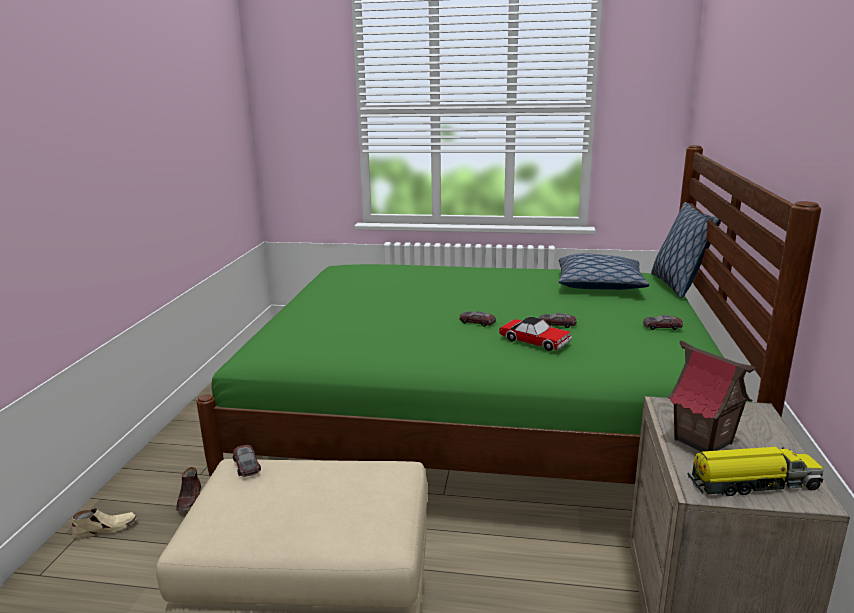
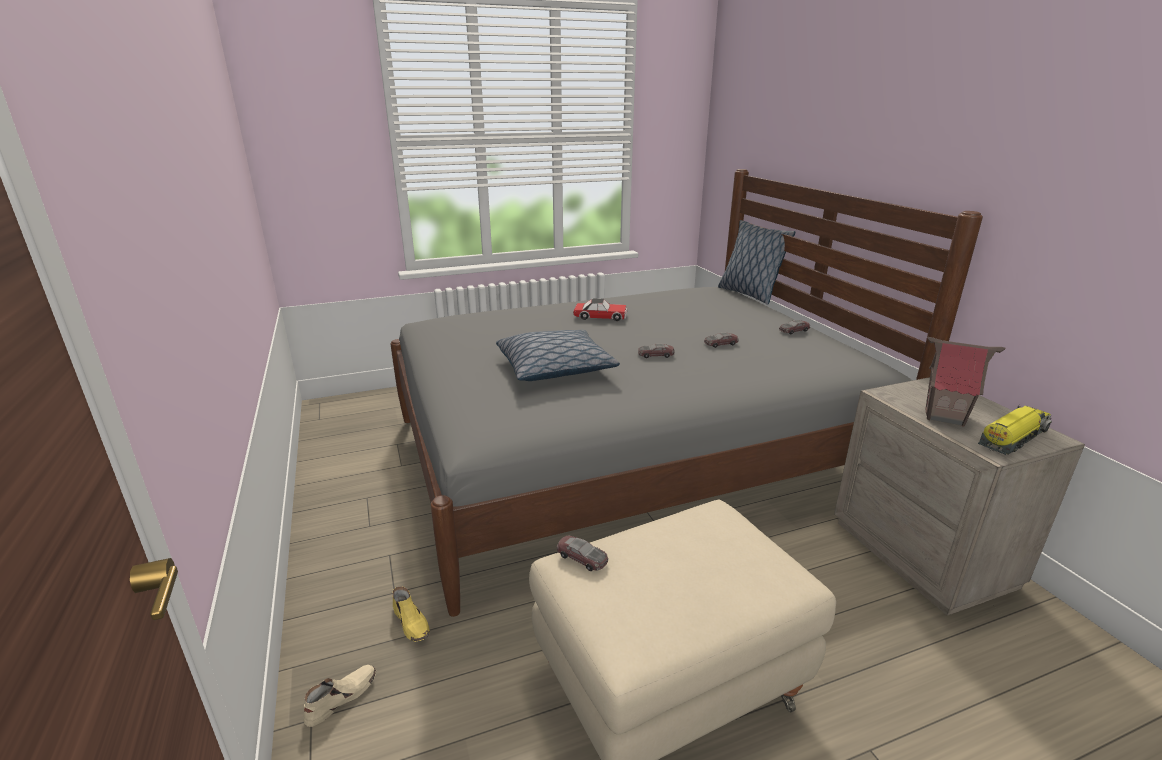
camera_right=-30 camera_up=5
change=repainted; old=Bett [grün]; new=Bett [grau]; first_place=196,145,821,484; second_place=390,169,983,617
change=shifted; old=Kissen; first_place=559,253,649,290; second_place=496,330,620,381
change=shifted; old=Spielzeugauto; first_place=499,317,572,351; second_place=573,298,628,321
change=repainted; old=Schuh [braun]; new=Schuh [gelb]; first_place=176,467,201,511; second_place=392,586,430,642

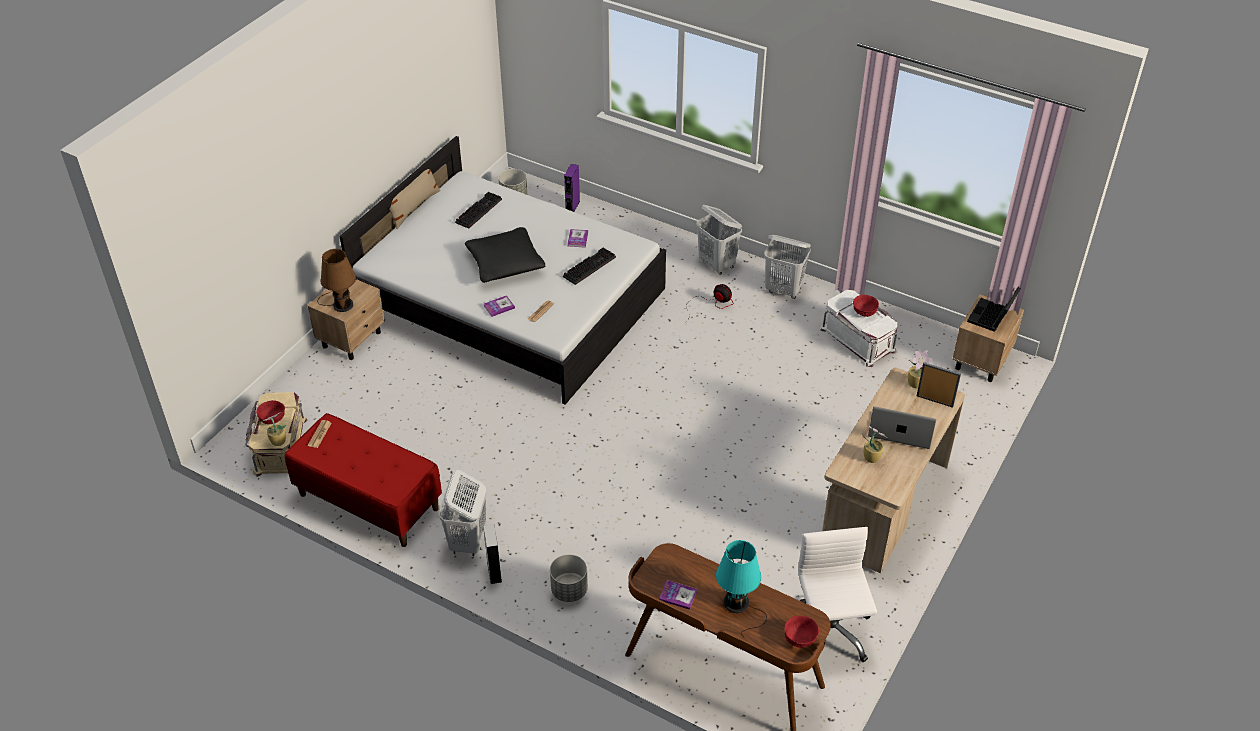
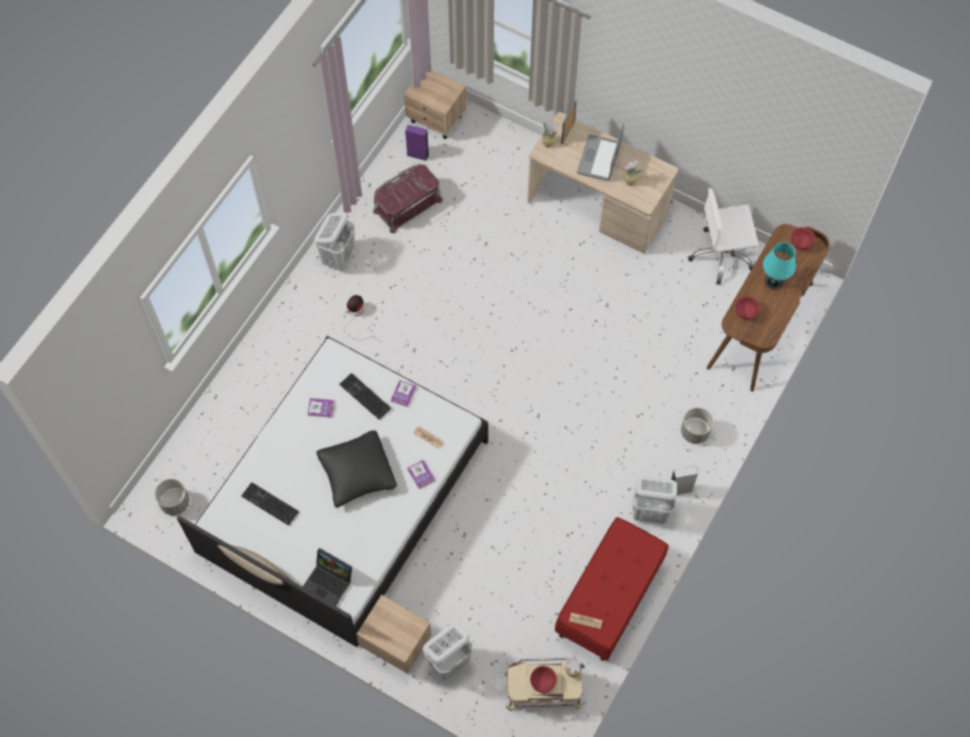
camera_right=-90 camera_up=20
change=shifted; old=Lautsprecher [lila]; first_place=564,164,580,212; second_place=405,125,429,161
change=shifted; old=Wäschekorb [weiß]; first_place=696,205,742,275; second_place=423,624,473,681
change=gone; old=Tischlampe [braun]; first_place=318,249,356,312
change=shifted; old=Laptop; first_place=967,287,1021,332; second_place=303,548,352,606
change=repainted; old=Aufbewahrungsbox [weiß]; new=Aufbewahrungsbox [rot]; first_place=820,290,897,367; second_place=373,164,443,233
change=shifted; old=Schüssel [rot]; first_place=853,295,879,317; second_place=735,296,760,320
change=shifted; old=Buch; first_place=659,580,697,610; second_place=391,380,416,407

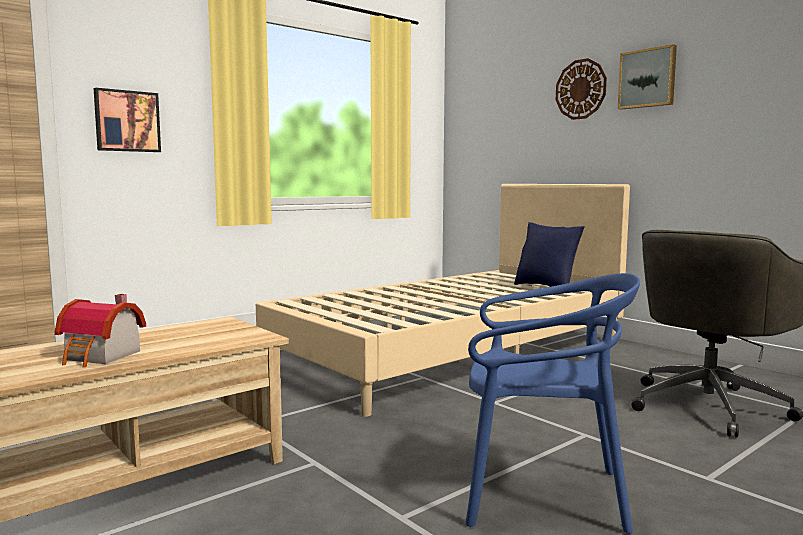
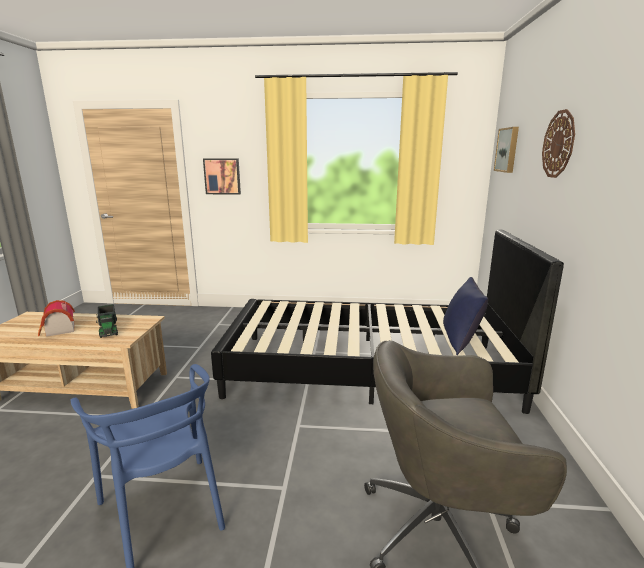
camera_right=45 camera_up=10
change=shifted; old=Bild; first_place=618,44,677,110; second_place=494,127,519,173
change=repainted; old=Bett [beige]; new=Bett [schwarz]; first_place=256,184,630,417; second_place=211,230,564,414
change=new; new=Spielzeuglaster; second_place=96,304,118,338

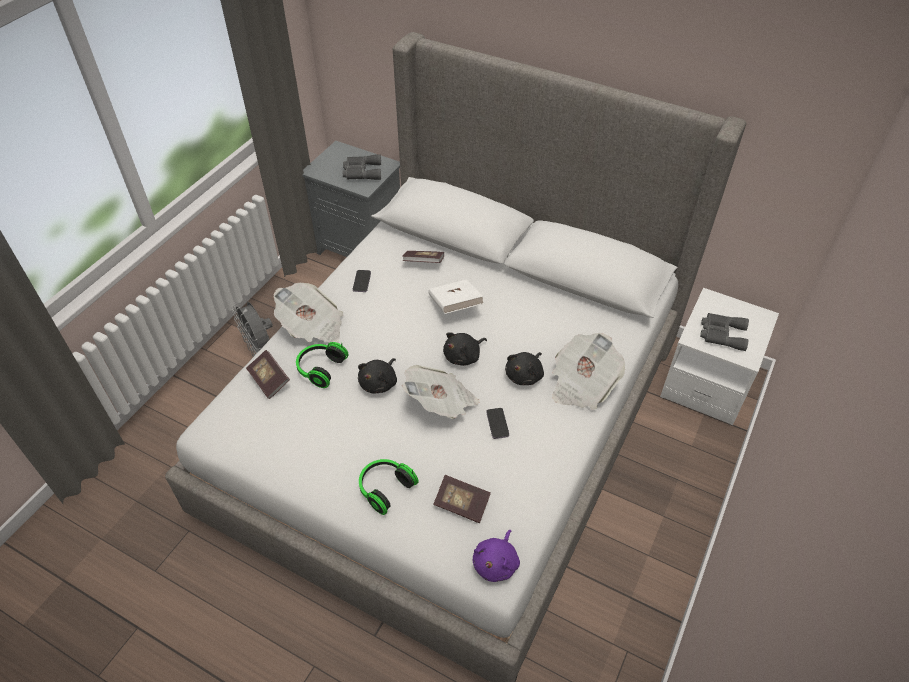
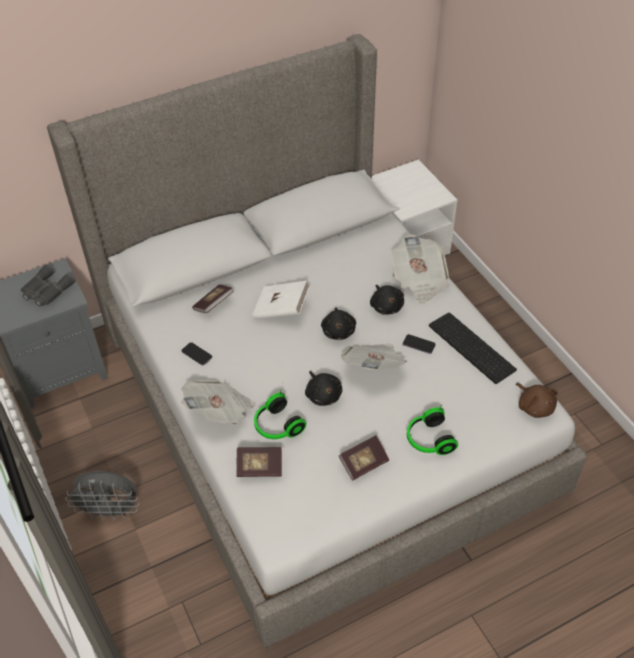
camera_right=-55 camera_up=0
change=gone; old=Fernglas [grau]; first_place=700,313,749,351
change=shifted; old=Buch; first_place=433,475,491,523; second_place=339,435,389,481
change=repainted; old=Plüschtier [lila]; new=Plüschtier [braun]; first_place=472,530,520,582; second_place=516,383,558,418
change=new; new=Tastatur; second_place=429,312,517,384

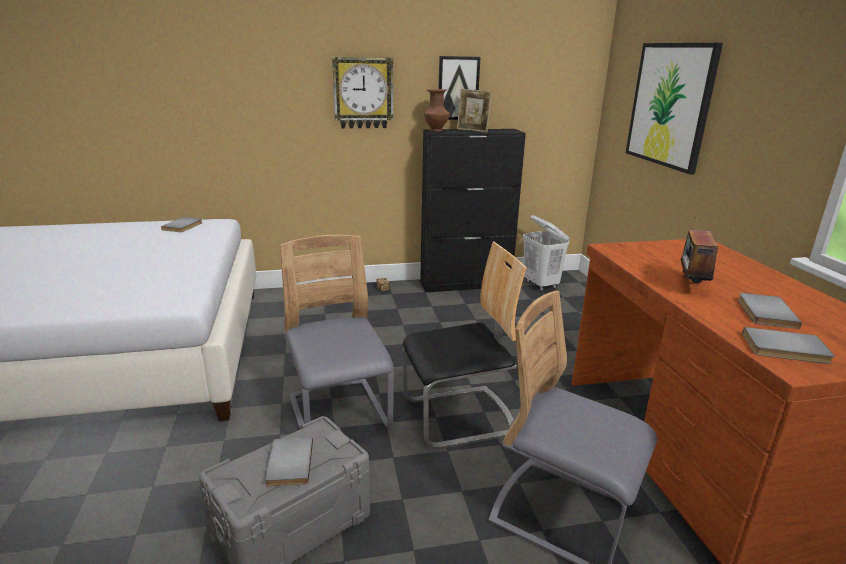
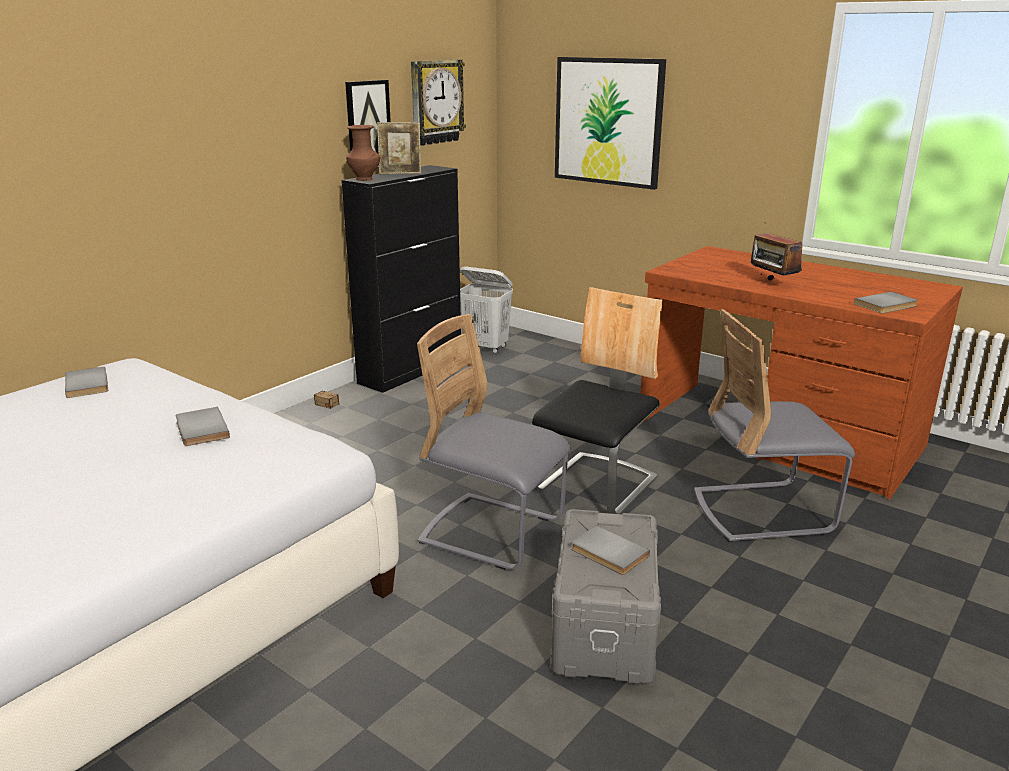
camera_right=-40 camera_up=0
change=shifted; old=Wanduhr; first_place=332,57,394,128; second_place=411,60,466,146
change=shifted; old=Buch [grau]; first_place=738,293,802,329; second_place=176,407,230,446

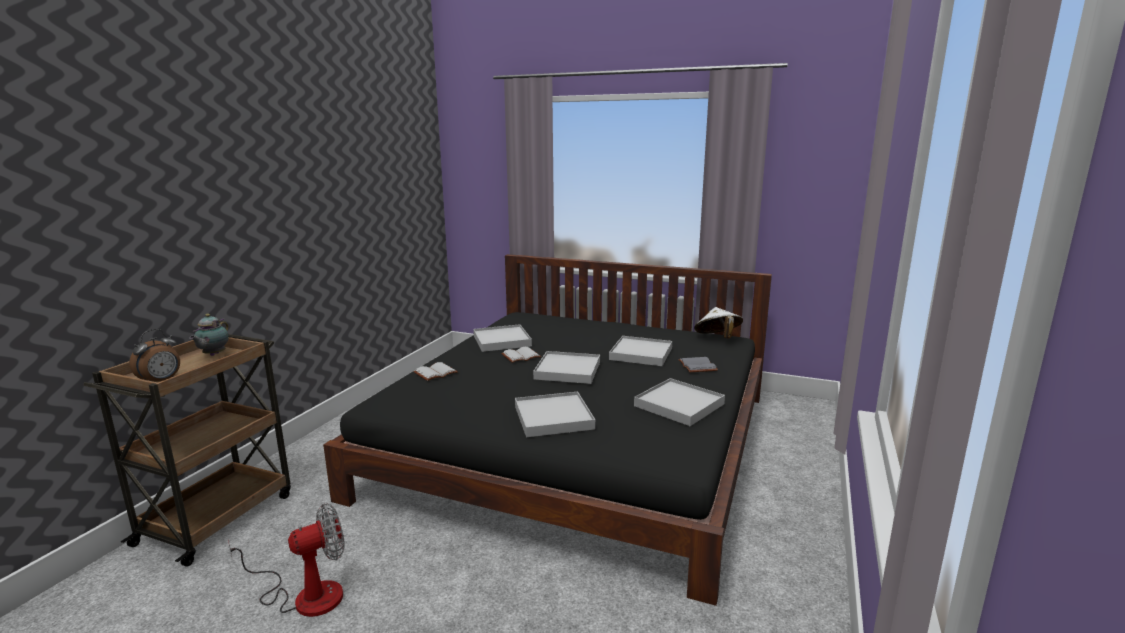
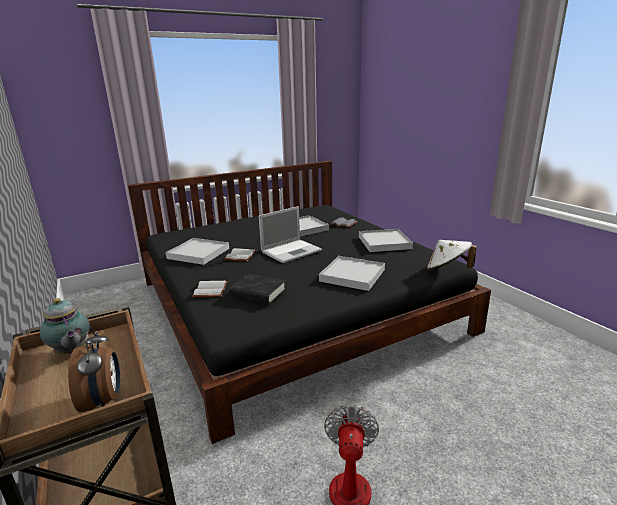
camera_right=-50 camera_up=5
change=shifted; old=Hut [weiß]; first_place=694,307,743,338; second_place=427,240,477,271
change=swapped; old=Tablett [weiß]; new=Laptop; first_place=533,351,600,384; second_place=259,206,322,263
change=new; new=Buch [schwarz]; second_place=230,274,286,304

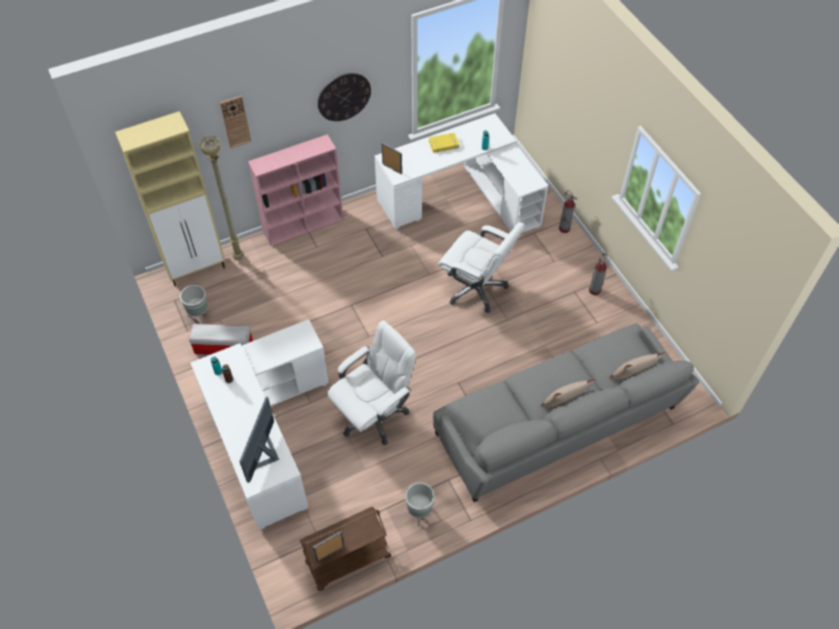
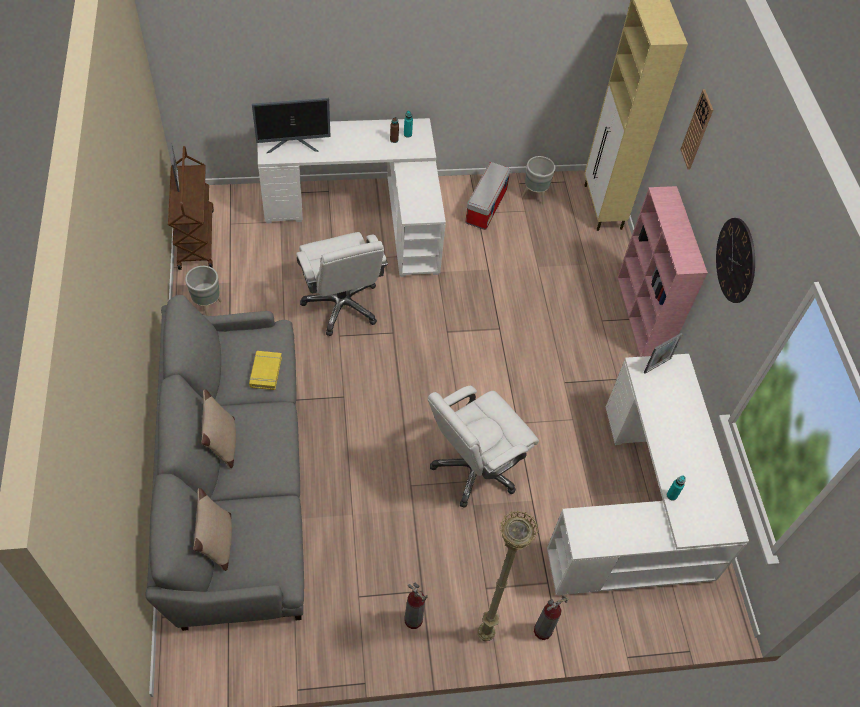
camera_right=105 camera_up=0
change=shifted; old=Buch [gelb]; first_place=429,133,459,153; second_place=249,351,282,390
change=shifted; old=Stehlampe [beige]; first_place=199,135,244,260; second_place=477,510,538,641
change=rotated; old=Monitor; first_place=239,397,279,483; second_place=252,98,330,153; degrees=135

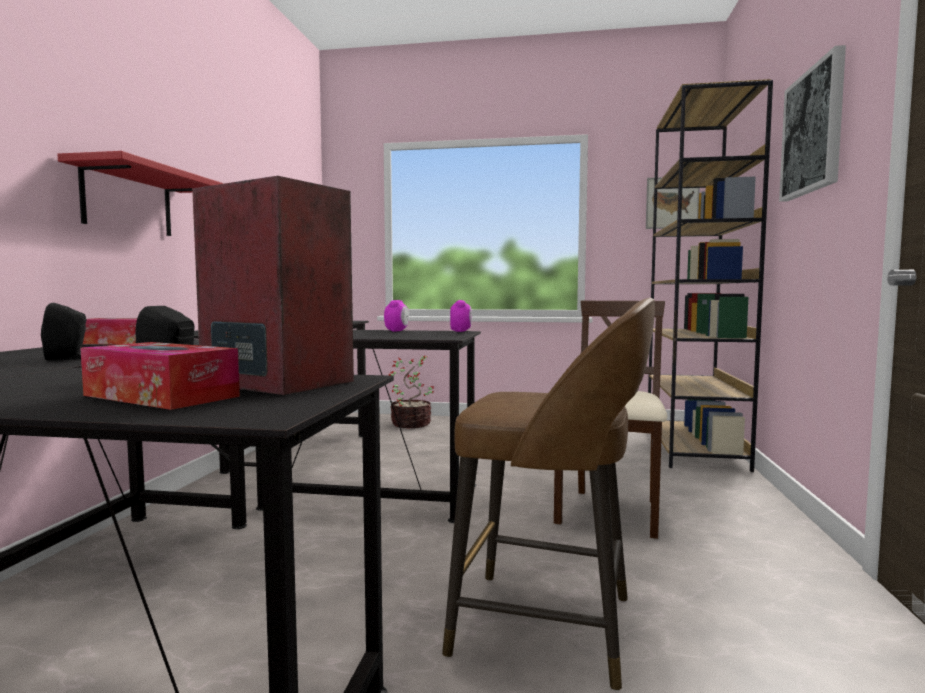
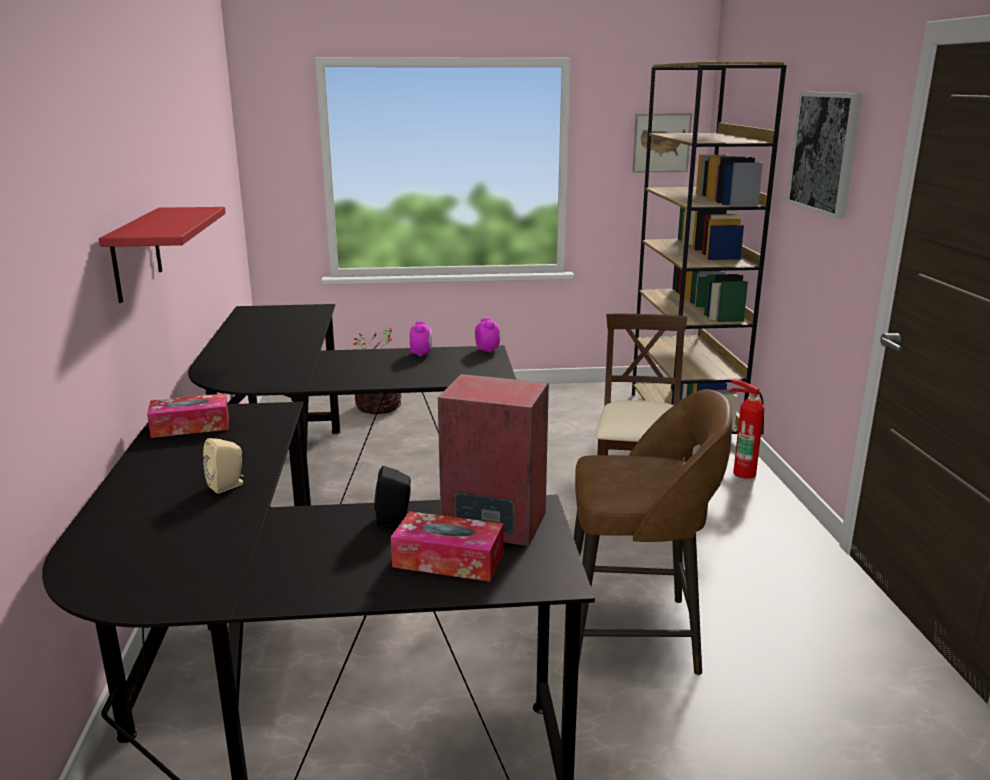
camera_right=-15 camera_up=15
change=repainted; old=Lautsprecher [schwarz]; new=Lautsprecher [beige]; first_place=41,303,87,361; second_place=203,438,244,494
change=new; new=Feuerlöscher; second_place=729,379,764,479

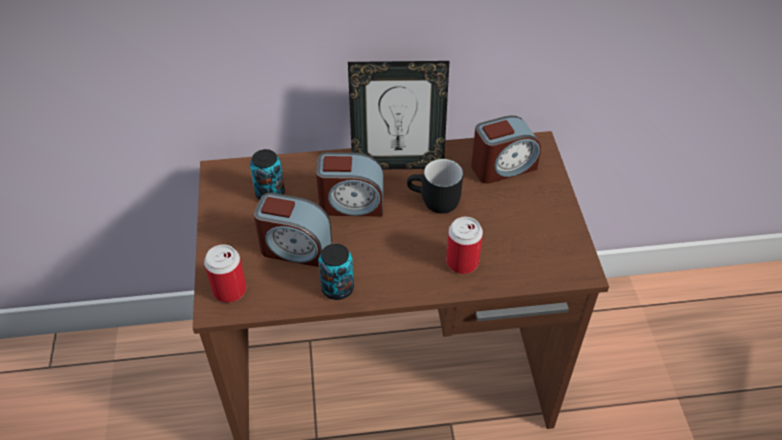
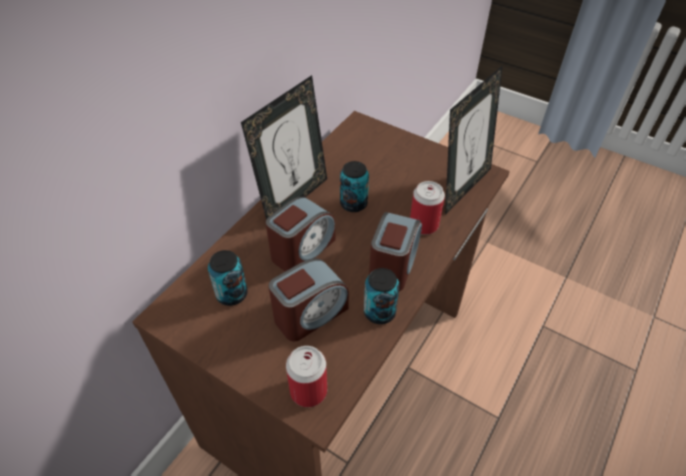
camera_right=-50 camera_up=0
change=shifted; old=Wecker; first_place=471,115,541,184; second_place=369,212,422,291
change=swapped; old=Henkelbecher [schwarz]; new=Dose; first_place=407,159,463,214; second_place=340,161,369,212
change=new; new=Bilderrahmen; second_place=445,65,503,215

